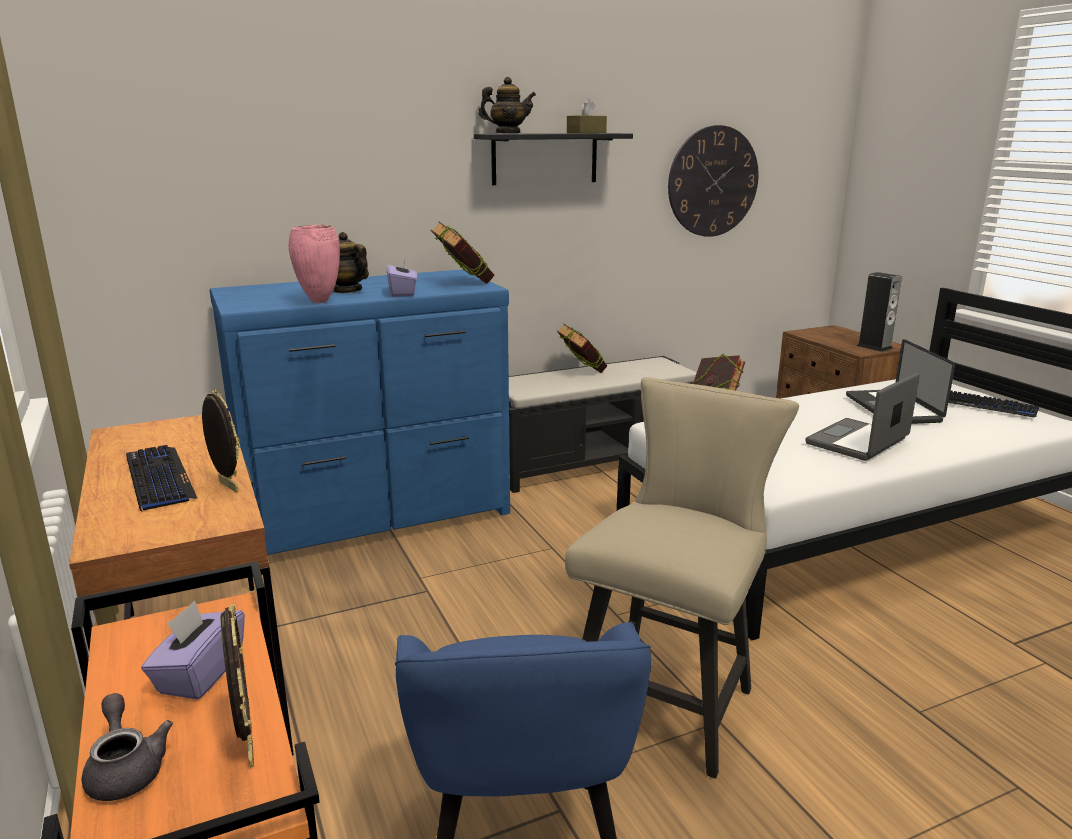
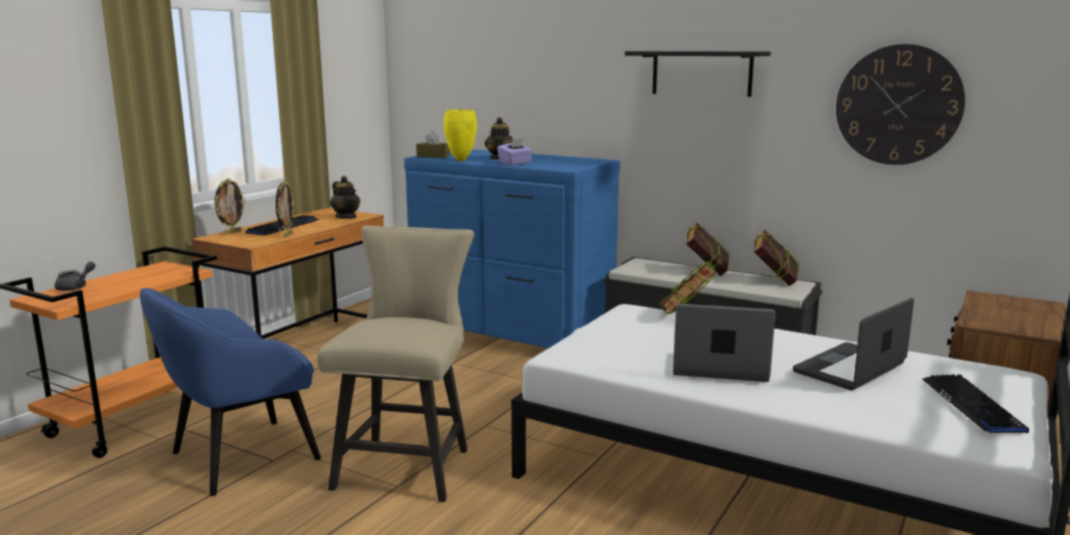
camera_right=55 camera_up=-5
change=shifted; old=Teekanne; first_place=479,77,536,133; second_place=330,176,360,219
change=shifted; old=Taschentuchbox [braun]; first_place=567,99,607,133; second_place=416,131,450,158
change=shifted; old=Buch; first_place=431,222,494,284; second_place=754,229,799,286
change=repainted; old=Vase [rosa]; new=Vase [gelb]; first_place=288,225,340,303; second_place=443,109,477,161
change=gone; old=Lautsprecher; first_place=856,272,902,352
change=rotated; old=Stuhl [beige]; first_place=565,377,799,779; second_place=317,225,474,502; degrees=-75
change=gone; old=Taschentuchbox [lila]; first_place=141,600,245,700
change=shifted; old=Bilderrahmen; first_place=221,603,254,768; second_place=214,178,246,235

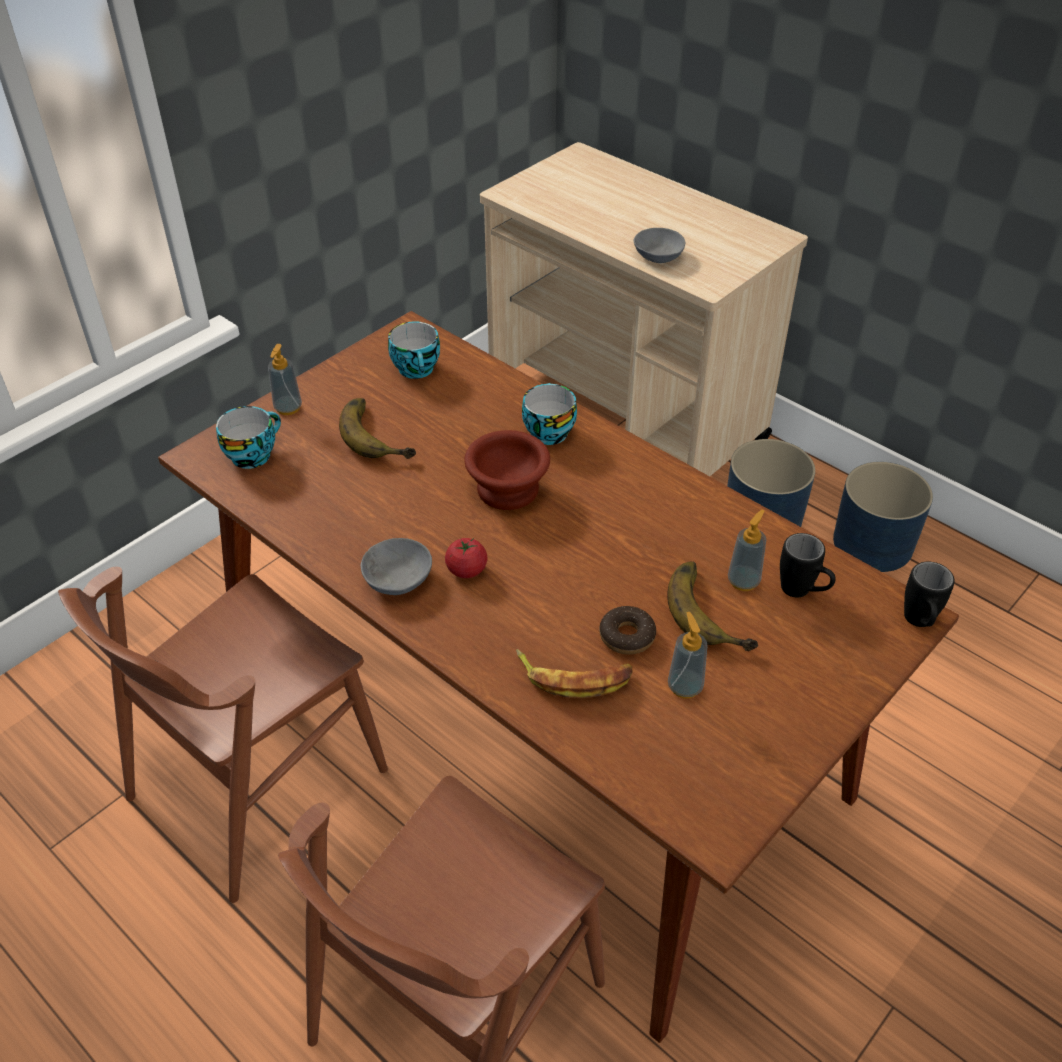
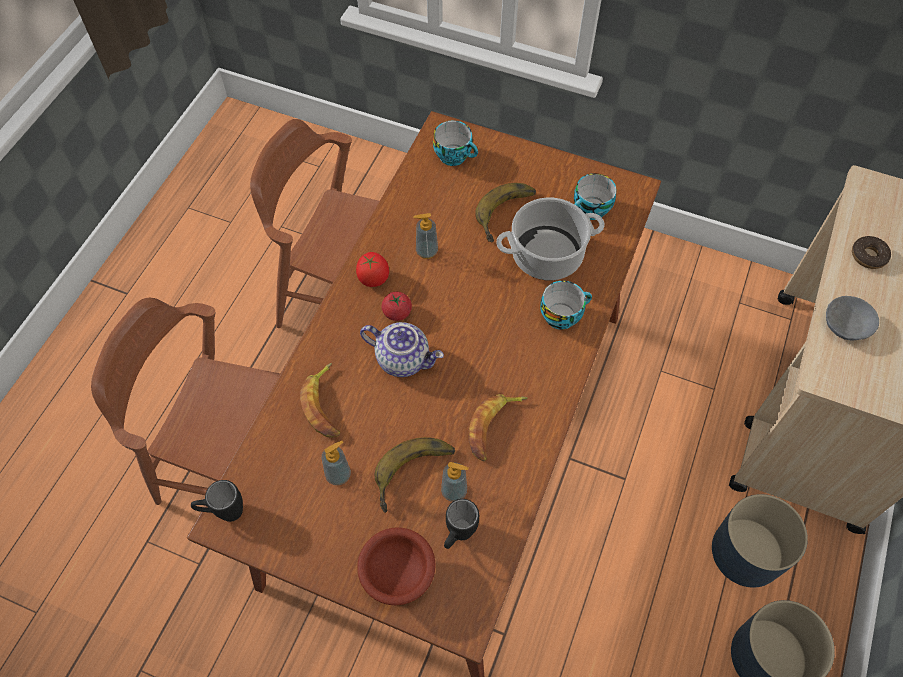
camera_right=70 camera_up=15
change=shifted; old=Seifenspender; first_place=268,344,302,415; second_place=413,213,438,259
change=shifted; old=Schüssel [braun]; first_place=464,430,550,510; second_place=357,527,435,605
change=swapped; old=Schüssel [grau]; new=Tomate; first_place=361,538,432,595; second_place=356,252,389,287
change=shifted; old=Henkelbecher [schwarz]; first_place=904,562,955,627; second_place=191,480,243,522
change=shifted; old=Donut; first_place=599,606,656,655; second_place=852,236,891,269
change=new; new=Kochtopf; second_place=496,198,604,280
change=new; new=Teekanne; second_place=360,322,444,377
change=new; new=Banane; second_place=469,394,528,462

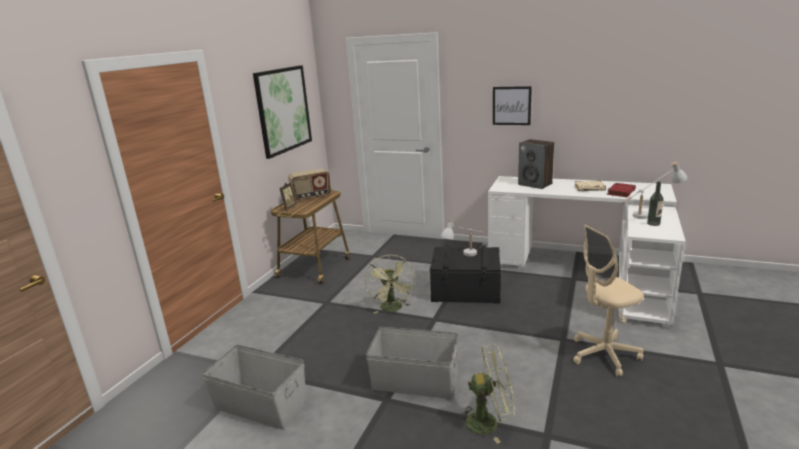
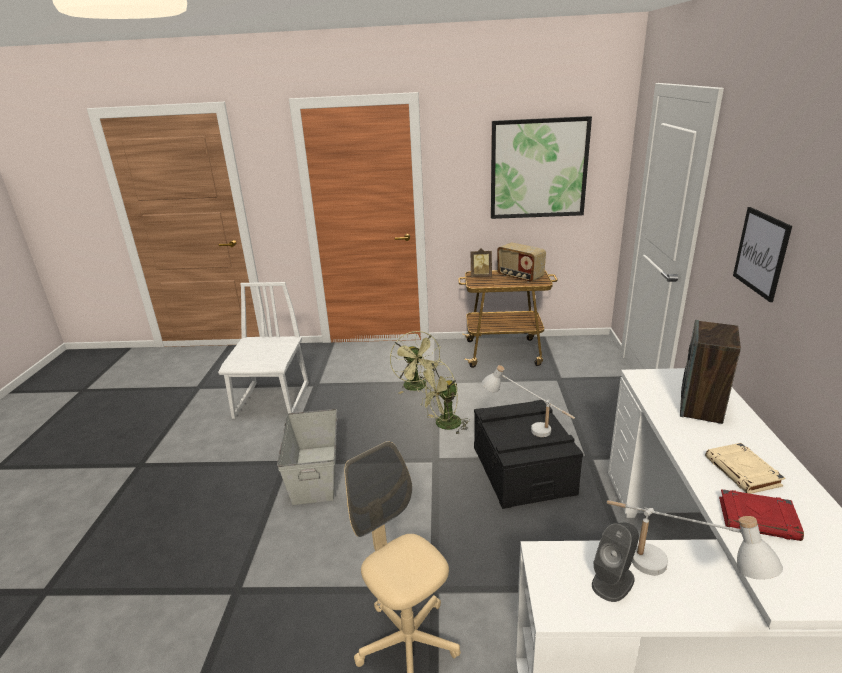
camera_right=70 camera_up=5
change=swapped; old=Flasche; new=Lautsprecher [grau]; first_place=647,182,664,226; second_place=592,522,639,602
change=shifted; old=Ventilator [grün]; first_place=456,344,515,444; second_place=390,331,442,394
change=swapped; old=Aufbewahrungsbox [grau]; new=Stuhl [weiß]; first_place=202,345,306,430; second_place=218,282,309,419

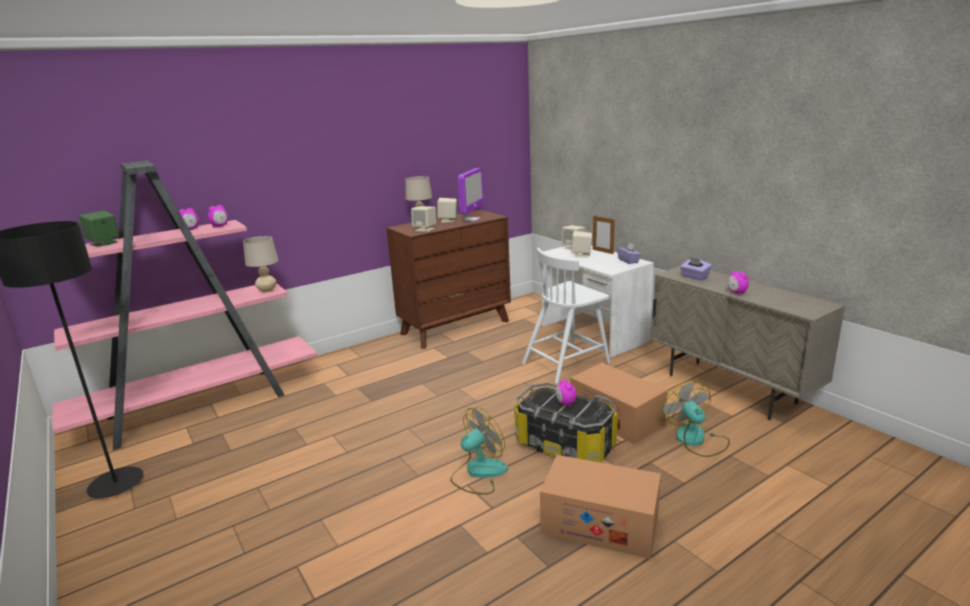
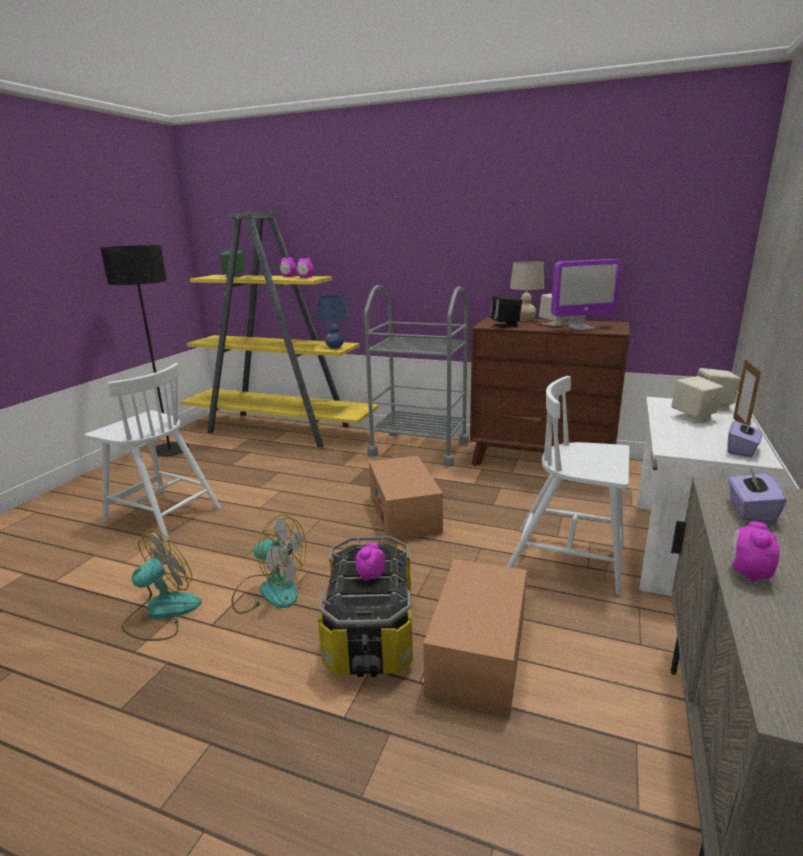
camera_right=55 camera_up=0
change=repainted; old=Bücherregal [rosa]; new=Bücherregal [gelb]; first_place=52,160,317,450; second_place=181,213,379,448
change=repainted; old=Lautsprecher [beige]; new=Lautsprecher [schwarz]; first_place=411,206,436,232; second_place=490,295,522,328
change=repainted; old=Tischlampe [beige]; new=Tischlampe [blau]; first_place=243,236,278,293; second_place=318,295,348,349
change=shifted; old=Ventilator; first_place=662,381,730,457; second_place=121,530,202,641
change=shifted; old=Karton; first_place=540,455,661,559; second_place=369,456,443,542
change=new; new=Rollwagen [grau]; second_place=364,285,469,467
change=new; new=Stuhl [weiß]; second_place=84,363,221,542

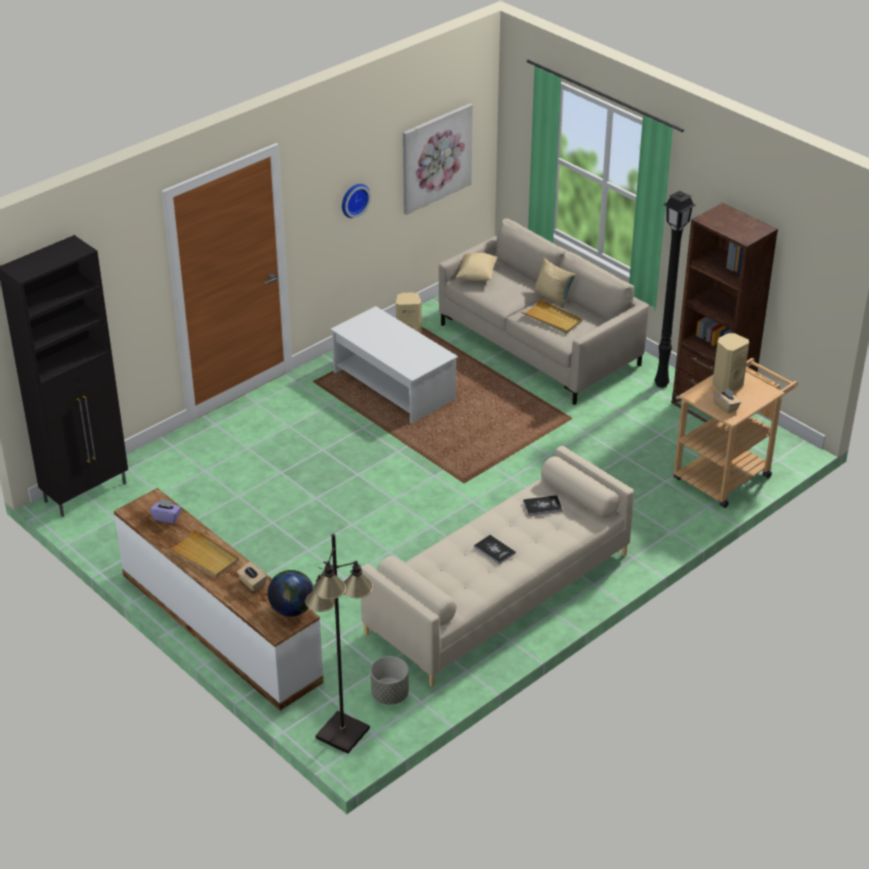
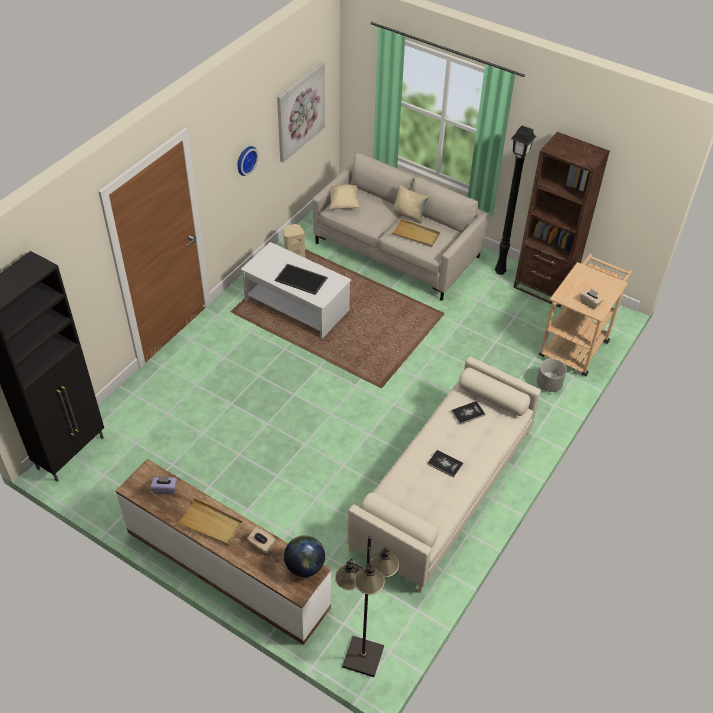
camera_right=-15 camera_up=10
change=gone; old=Lautsprecher [beige]; first_place=712,333,749,391
change=shifted; old=Pflanzkübel [grau]; first_place=371,656,409,705; second_place=537,359,567,392
change=new; new=Tablett; second_place=275,264,327,295

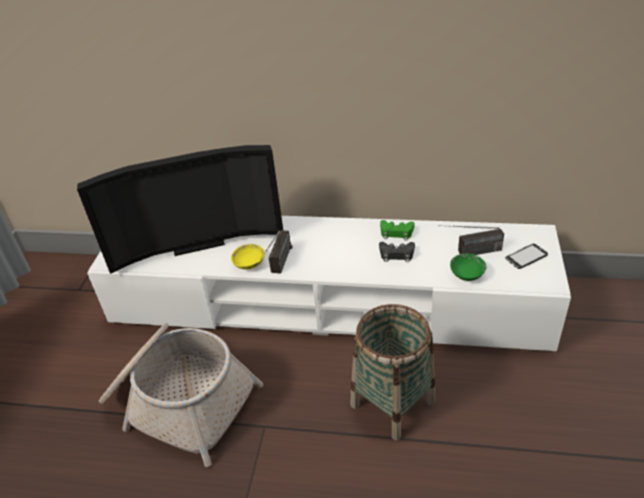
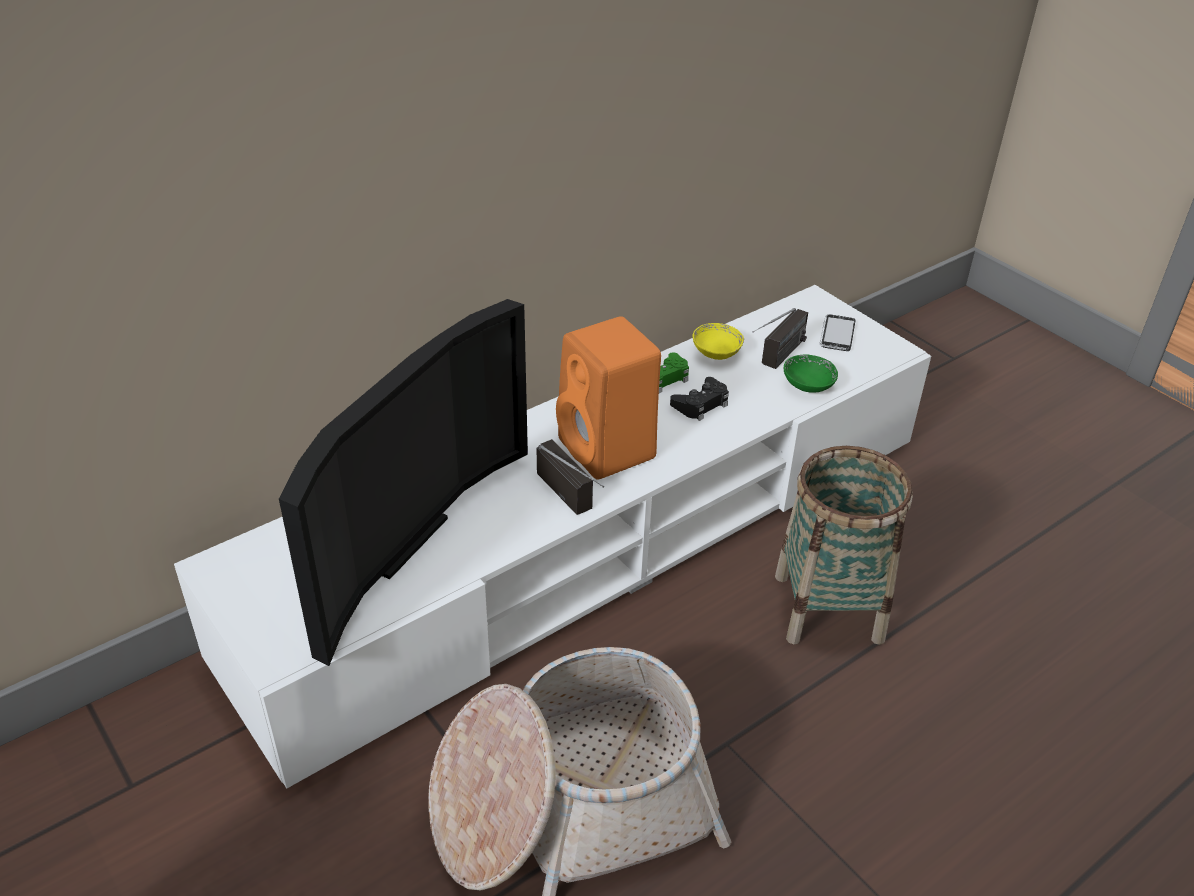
camera_right=-50 camera_up=0
change=shifted; old=Schüssel [gelb]; first_place=231,244,265,269; second_place=693,323,744,360
change=new; new=Lautsprecher [orange]; second_place=556,317,661,480

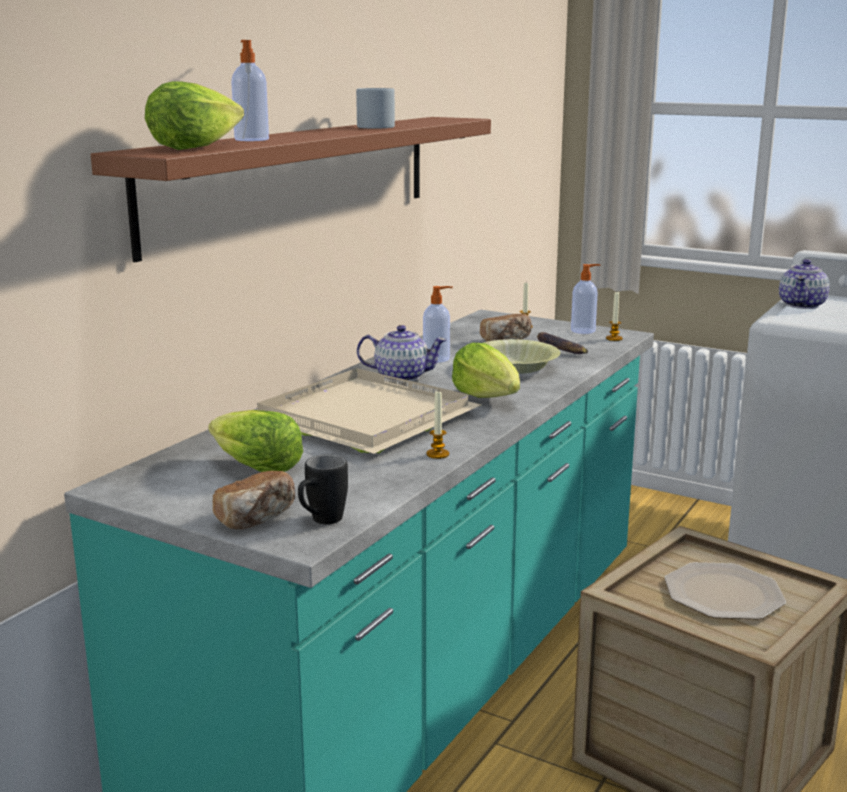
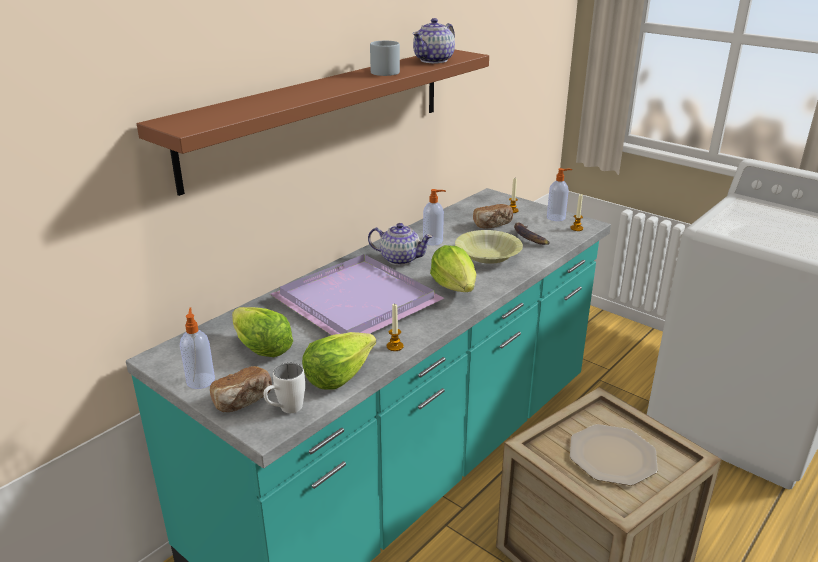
camera_right=10 camera_up=10
change=shifted; old=Seifenspender; first_place=231,40,269,141; second_place=180,308,215,389
change=shifted; old=Salatkopf; first_place=145,81,244,150; second_place=302,332,376,389
change=shifted; old=Teekanne; first_place=779,259,830,309; second_place=412,18,455,63
change=repainted; old=Tablett [beige]; new=Tablett [lila]; first_place=257,368,481,454; second_place=270,254,444,335
change=repainted; old=Henkelbecher [schwarz]; new=Henkelbecher [weiß]; first_place=298,454,348,524; second_place=263,363,305,413

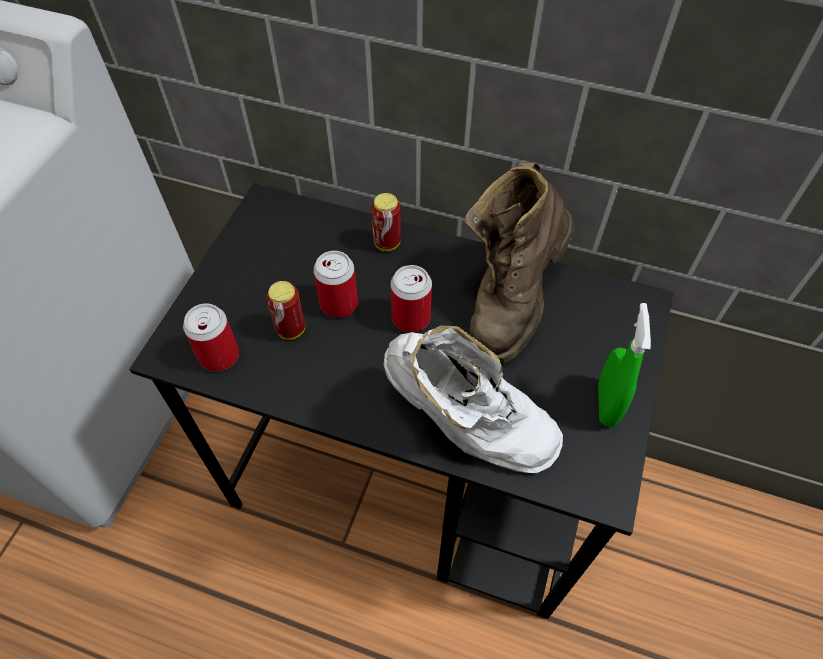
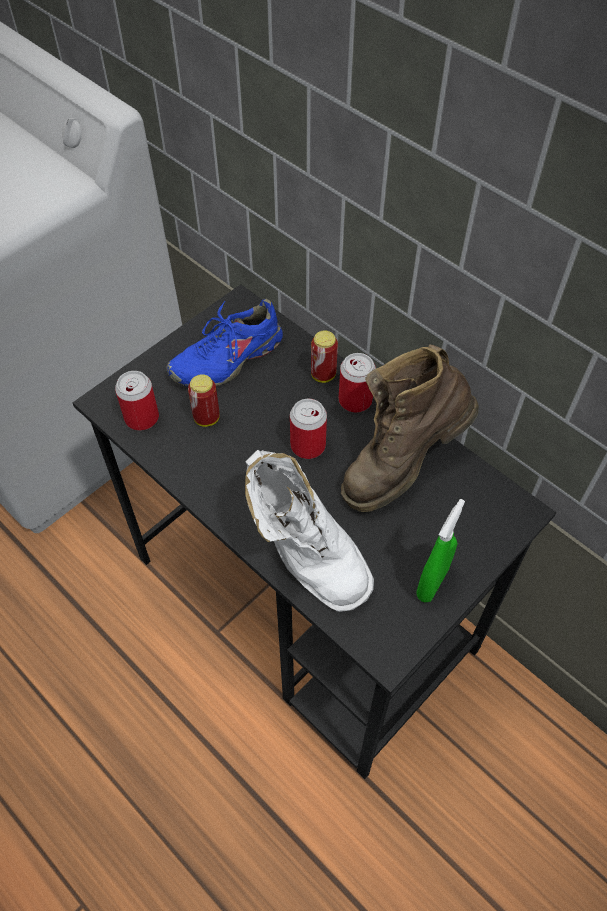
camera_right=25 camera_up=0
change=shifted; old=Dose; first_place=313,251,358,318; second_place=339,353,376,413
change=new; new=Schuh [blau]; second_place=166,299,283,386

